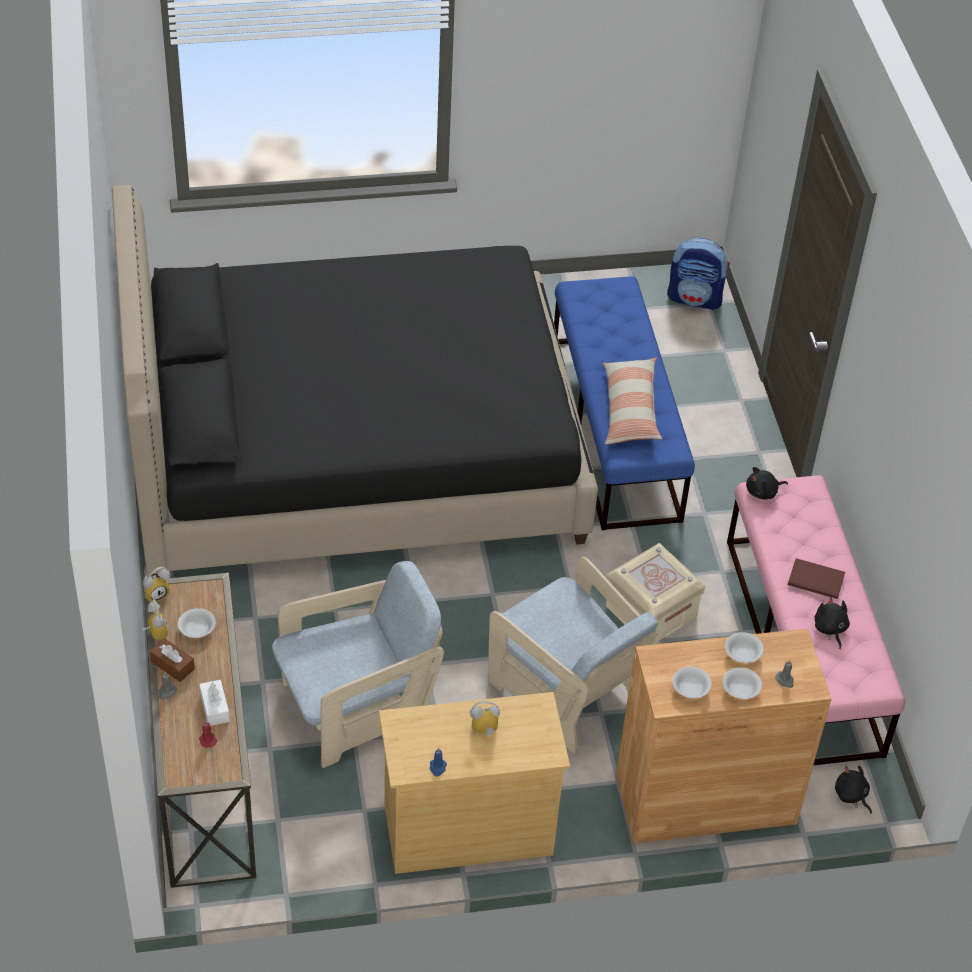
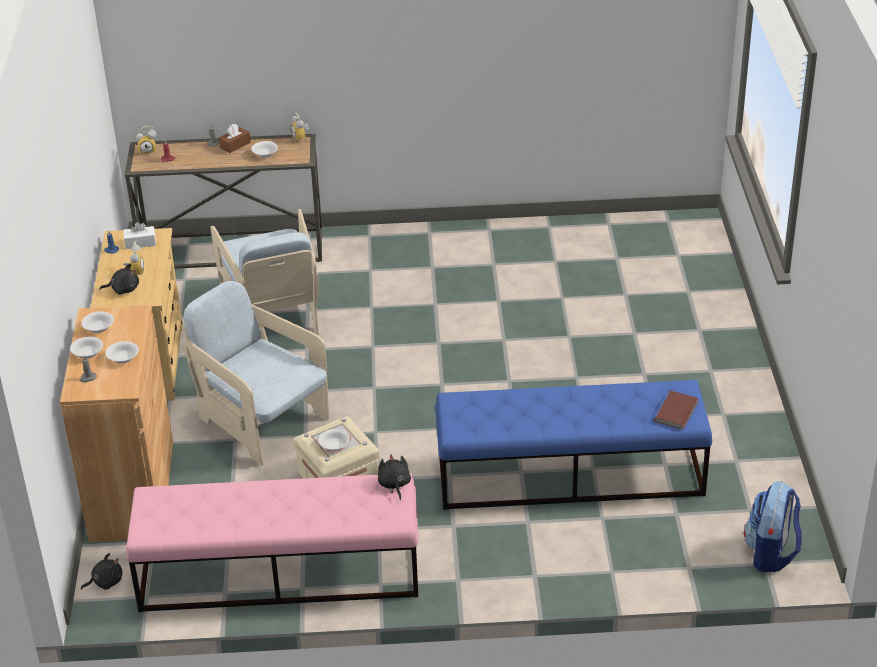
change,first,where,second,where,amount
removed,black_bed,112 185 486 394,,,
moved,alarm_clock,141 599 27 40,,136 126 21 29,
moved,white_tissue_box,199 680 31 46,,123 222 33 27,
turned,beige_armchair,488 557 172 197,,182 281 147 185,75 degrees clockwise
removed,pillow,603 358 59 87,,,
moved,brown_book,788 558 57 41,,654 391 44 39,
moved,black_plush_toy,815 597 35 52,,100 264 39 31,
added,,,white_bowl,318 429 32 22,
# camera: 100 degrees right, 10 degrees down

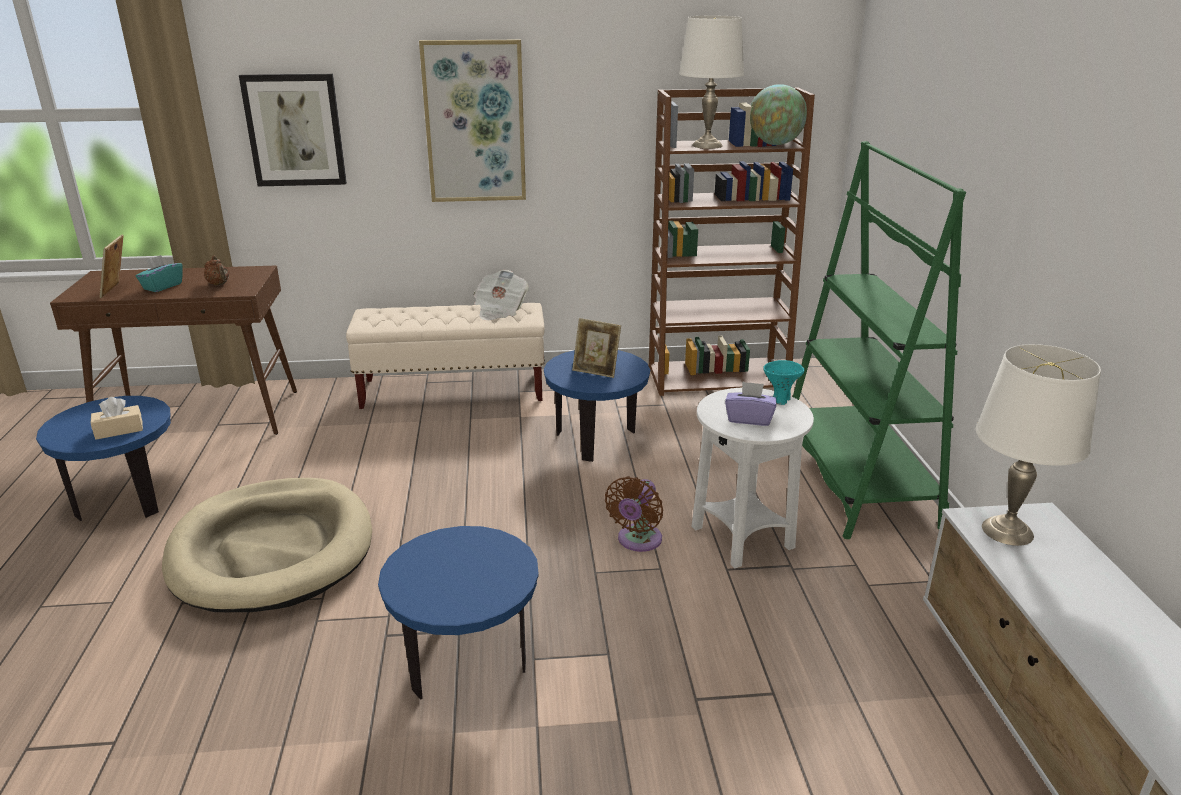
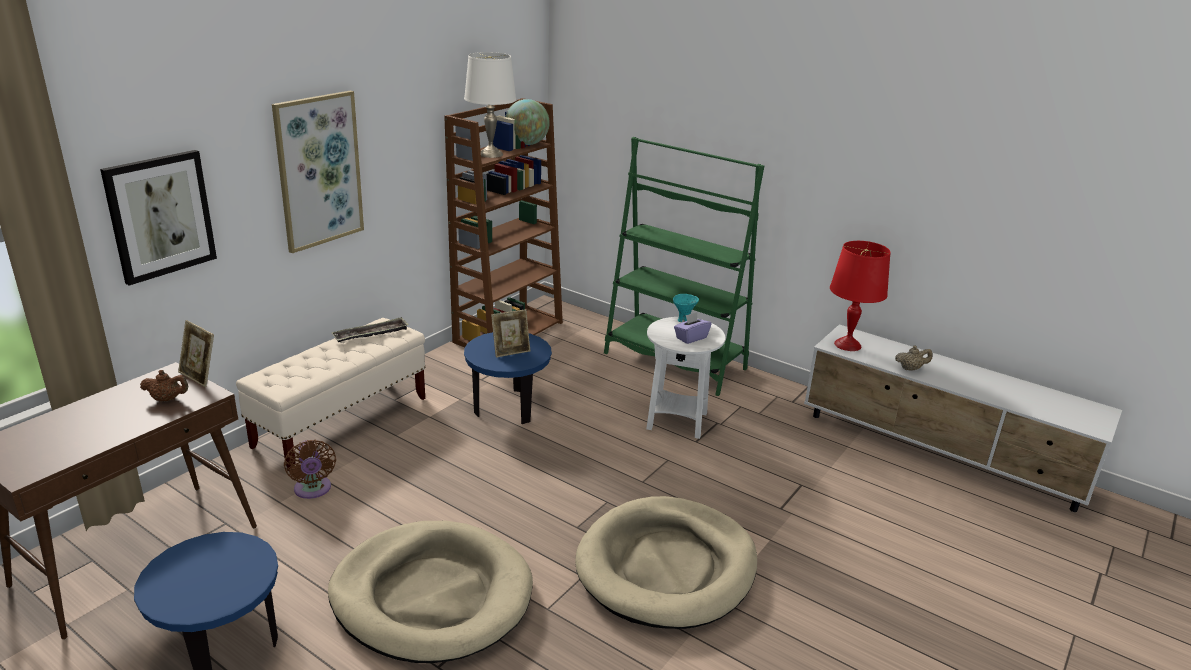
change,first,where,second,where,amount
removed,beige_tissue_box,91 397 52 43,,,
moved,picture_frame,99 235 25 63,,178 320 36 67,
removed,turquoise_tissue_box,136 255 47 37,,,
replaced,blue_side_table,378 526 161 174,beige_dog_bed,575 496 182 133,
replaced,newspaper,474 270 55 50,tray,332 317 77 25,
moved,brown_fan,605 476 58 76,,284 440 52 59,
recoloured,white_table_lamp,976 344 125 202,red_table_lamp,830 241 61 110,
added,,,beige_teapot,895 345 38 26,
# camera: 50 degrees left, 0 degrees up

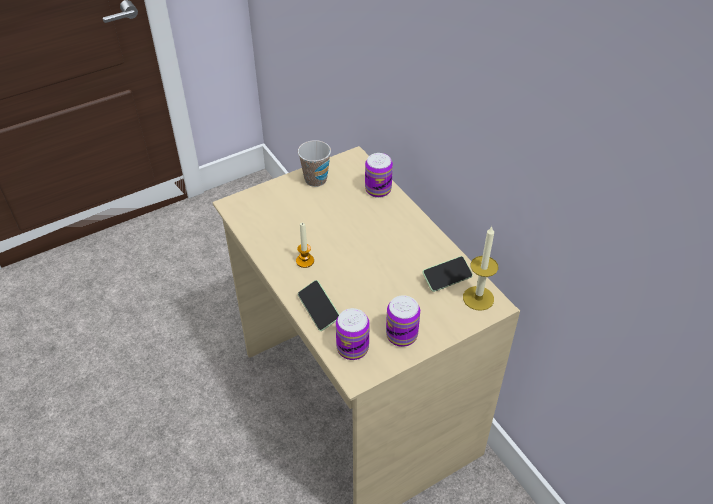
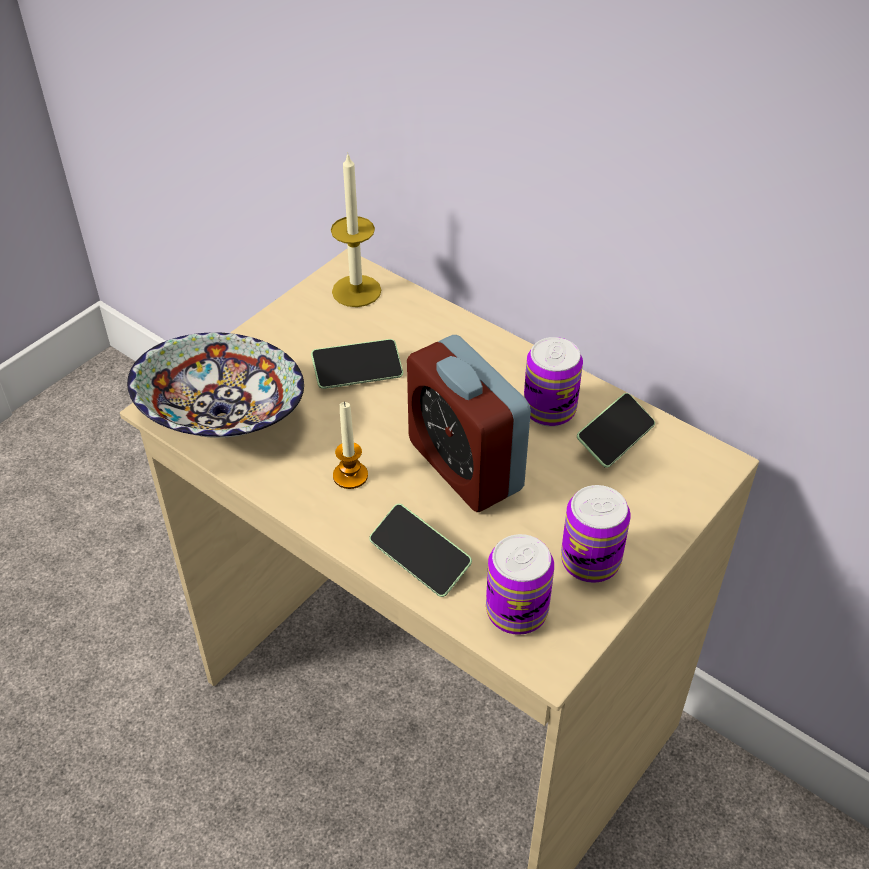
change,first,where,second,where,amount
removed,cup,298 140 33 47,,,
moved,can,365 153 28 45,,524 337 59 90,
moved,candle,463 227 35 84,,331 152 50 155,
added,,,bowl,127 332 177 106,
added,,,phone,311 339 92 50,
added,,,alarm_clock,407 335 124 177,
# camera: 20 degrees left, 0 degrees up

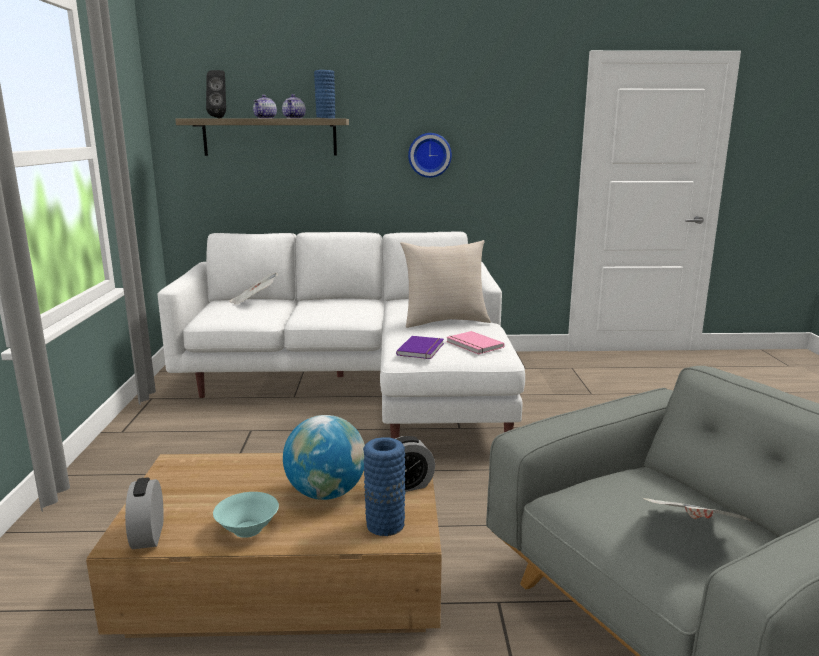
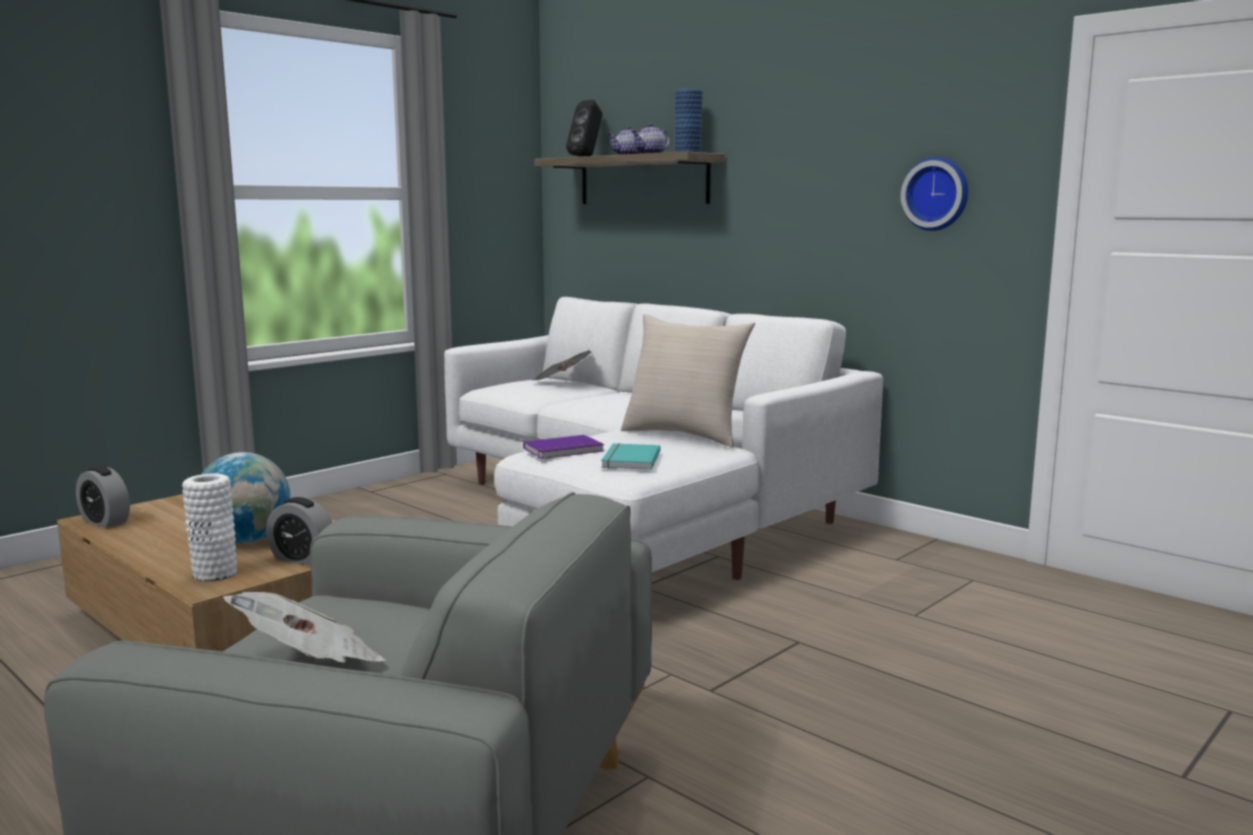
change,first,where,second,where,amount
turned,alarm_clock,125 477 39 72,,76 466 54 62,90 degrees counterclockwise
removed,turquoise_bowl,213 492 66 46,,,
recoloured,blue_vase,363 437 43 99,white_vase,182 474 55 108,
moved,wall_clock,408 133 44 45,,901 157 67 74,
recoloured,pink_book,446 331 58 24,turquoise_book,601 443 60 27,
# camera: 45 degrees right, 5 degrees down

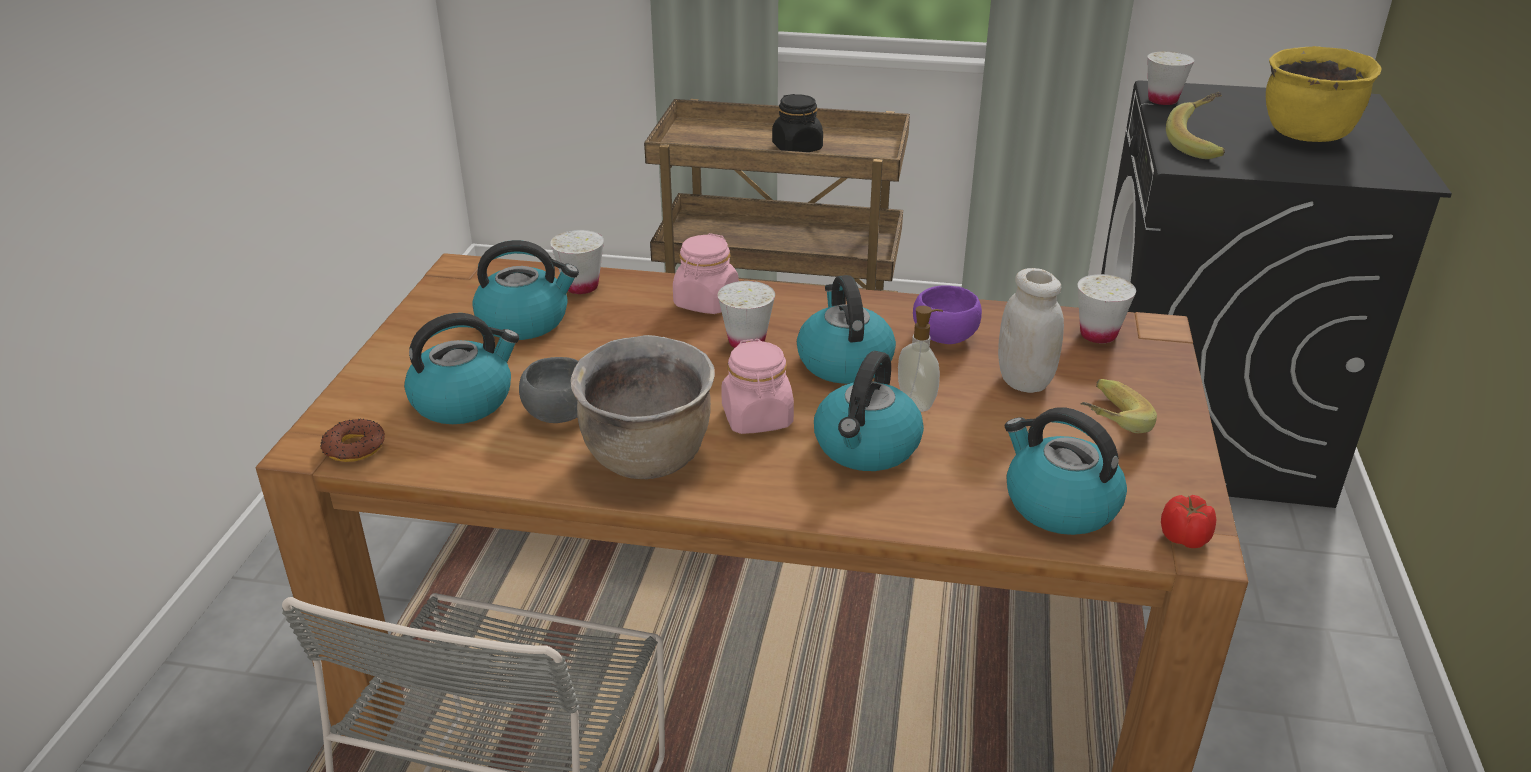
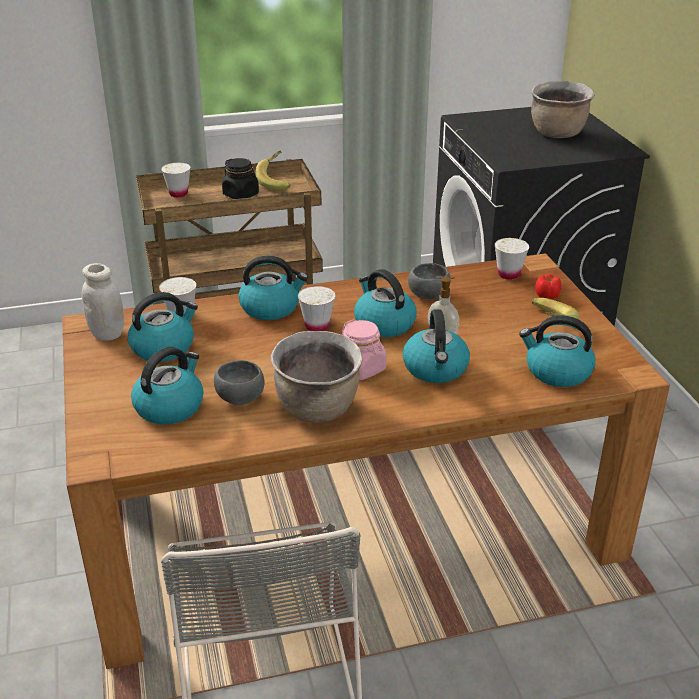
change,first,where,second,where,amount
removed,donut,320 419 65 43,,,
replaced,pink_jar,673 233 66 81,kettle,238 256 70 64,
recoloured,purple_bowl,913 285 69 59,grey_bowl,408 263 42 37,
moved,white_jar,998 268 66 125,,82 263 42 77,
moved,white_cup,1147 51 47 54,,161 163 30 34,
moved,tomato,1161 495 56 53,,535 274 27 25,
moved,banana,1166 92 59 67,,255 151 36 40,
recoloured,yellow_cooking_pot,1266 46 115 96,brown_cooking_pot,531 81 64 57,
# camera: 25 degrees left, 0 degrees up

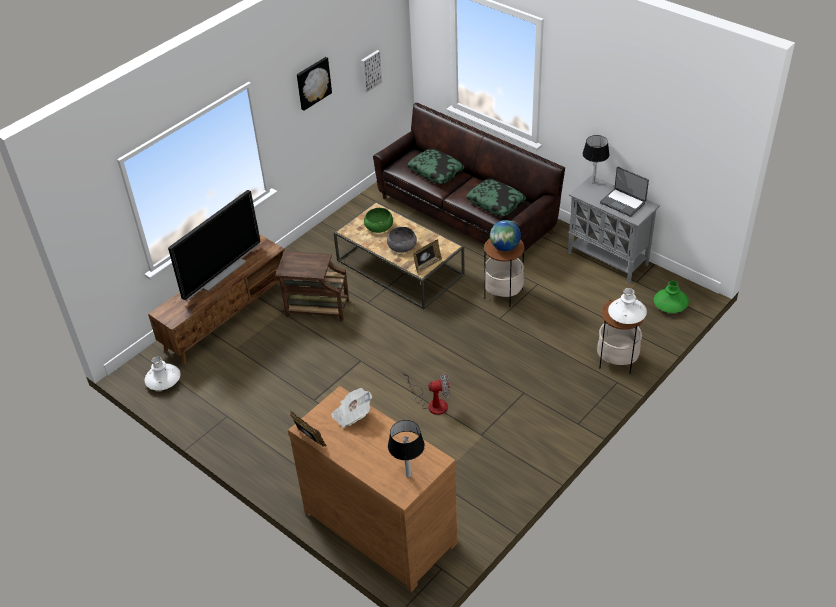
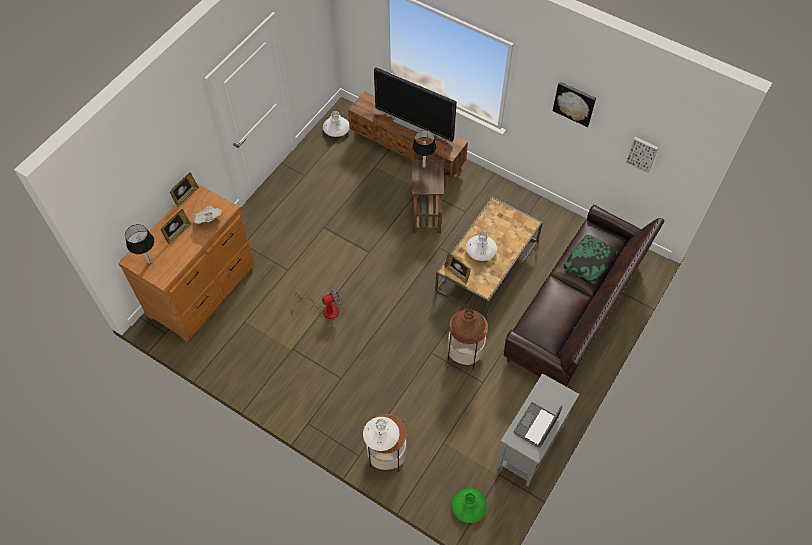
change,first,where,second,where,amount
removed,green_bowl,364 208 29 25,,,
replaced,grey_bowl,387 227 30 26,white_vase,466 232 31 29,
turned,fan,403 370 47 45,,294 287 48 32,105 degrees counterclockwise
removed,pillow,466 179 60 38,,,
replaced,globe,490 220 31 31,brown_vase,451 309 34 30,
moved,table_lamp,583 135 26 49,,413 130 23 38,
added,,,picture_frame,160 209 31 36,
# camera: 80 degrees right, 15 degrees up

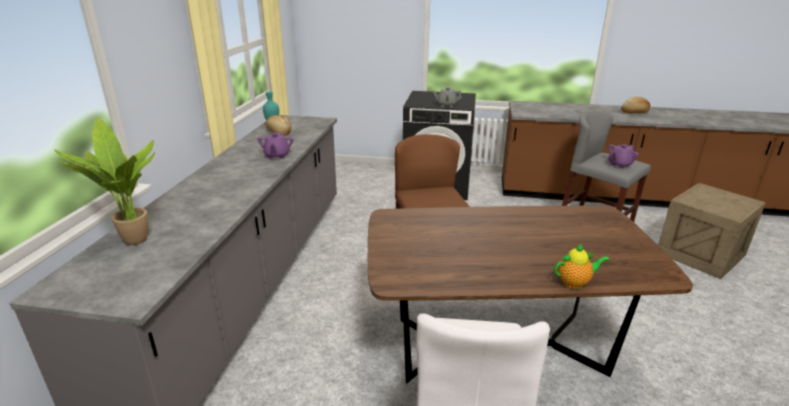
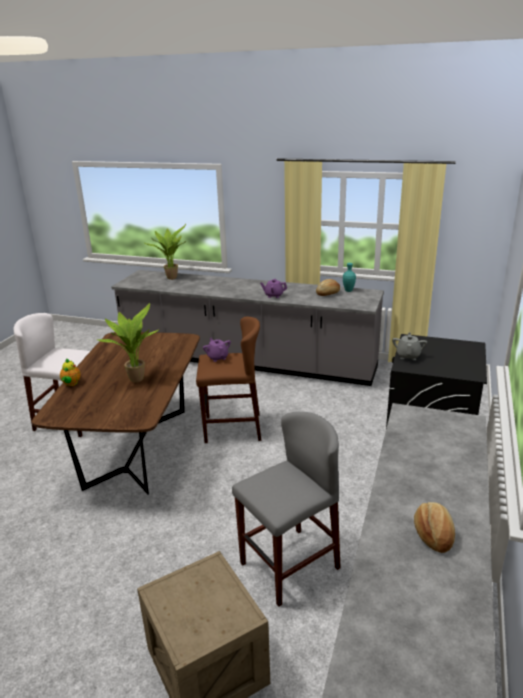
change,first,where,second,where,amount
moved,purple_teapot,608 144 31 25,,203 338 28 24,
added,,,potted_plant,96 303 62 80,
# camera: 100 degrees right, 0 degrees up

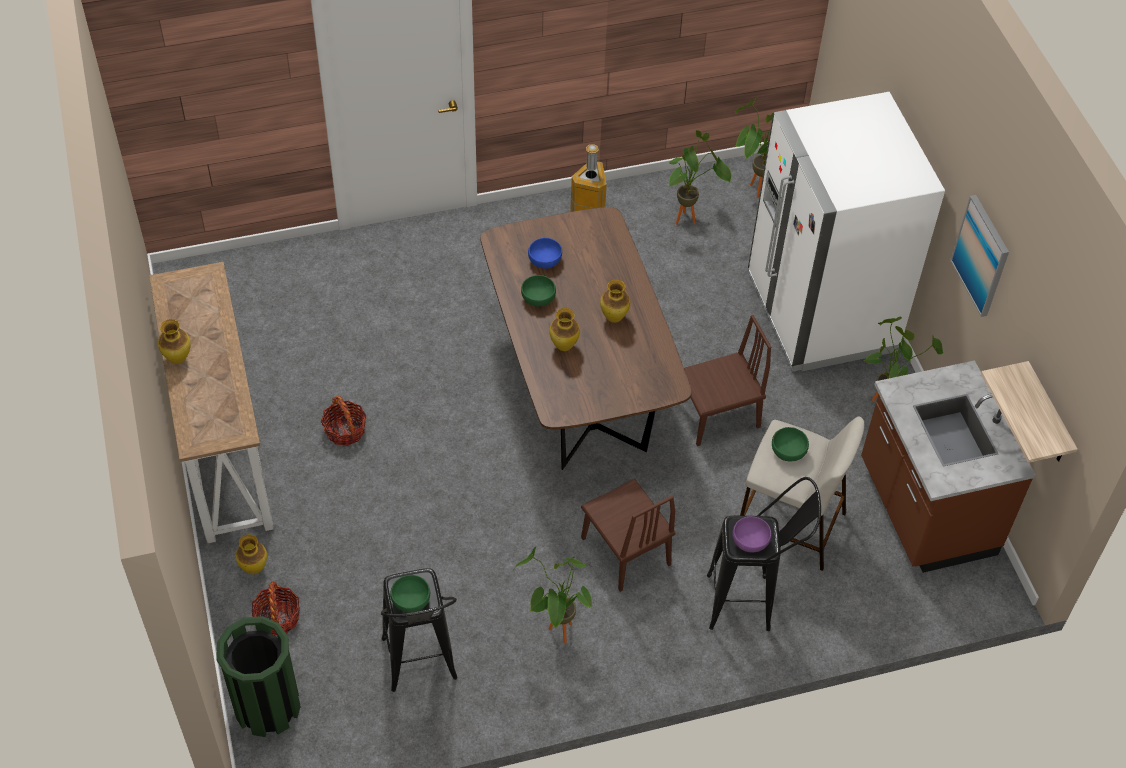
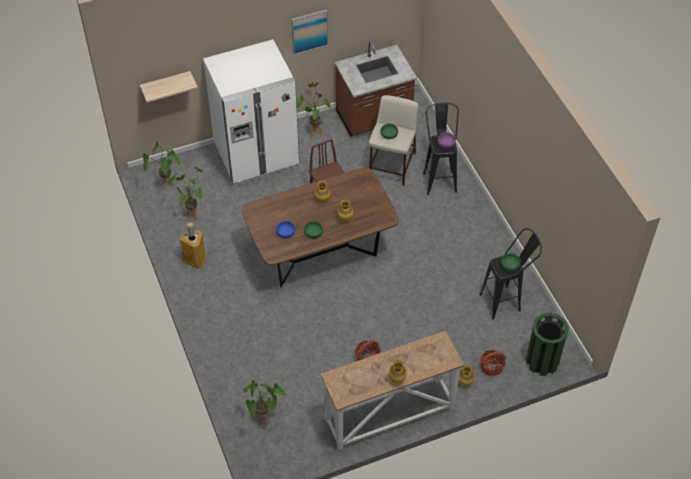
change,first,where,second,where,amount
moved,potted_plant,514 547 78 97,,243 380 43 45,
removed,brown_chair,581 479 95 113,,,
moved,shelf,981 361 97 102,,140 71 58 31,
# camera: 95 degrees left, 0 degrees up

